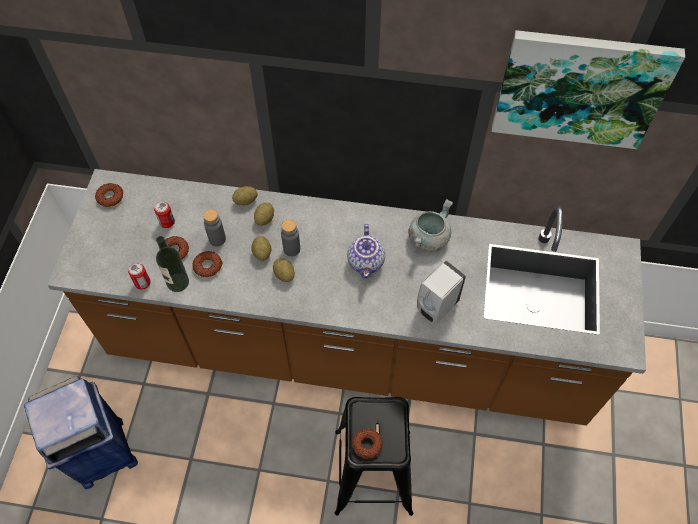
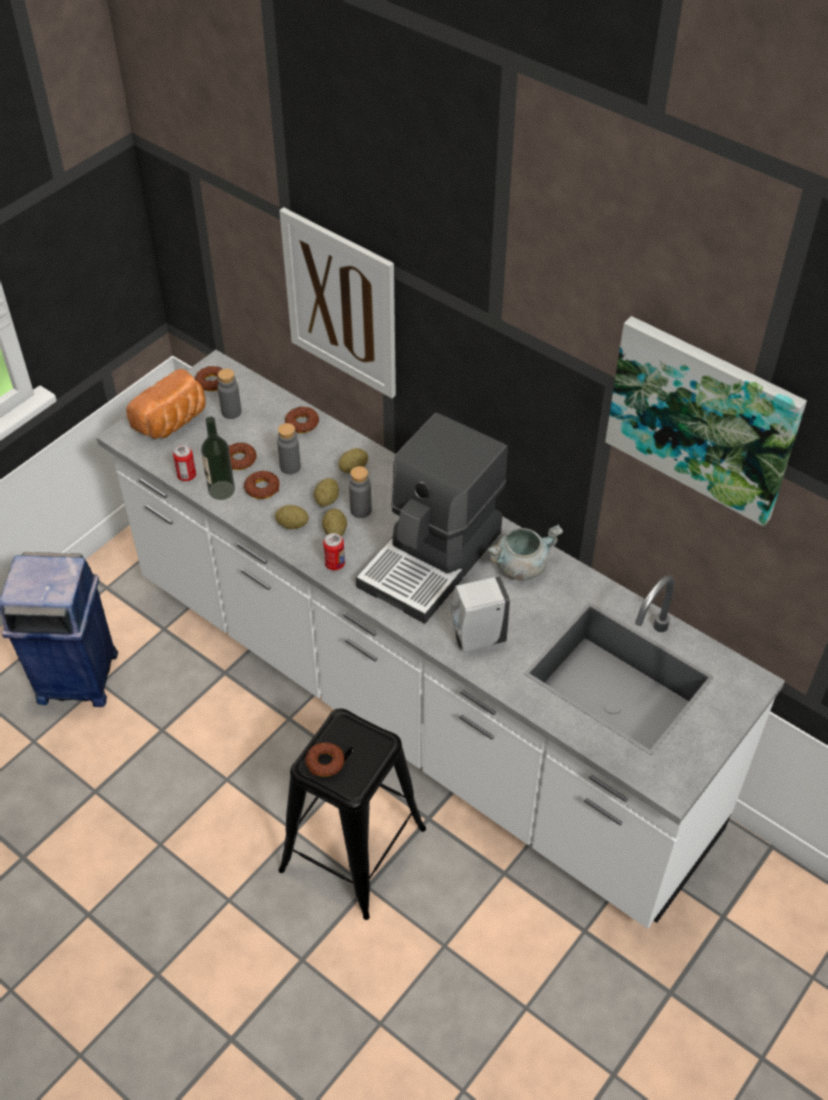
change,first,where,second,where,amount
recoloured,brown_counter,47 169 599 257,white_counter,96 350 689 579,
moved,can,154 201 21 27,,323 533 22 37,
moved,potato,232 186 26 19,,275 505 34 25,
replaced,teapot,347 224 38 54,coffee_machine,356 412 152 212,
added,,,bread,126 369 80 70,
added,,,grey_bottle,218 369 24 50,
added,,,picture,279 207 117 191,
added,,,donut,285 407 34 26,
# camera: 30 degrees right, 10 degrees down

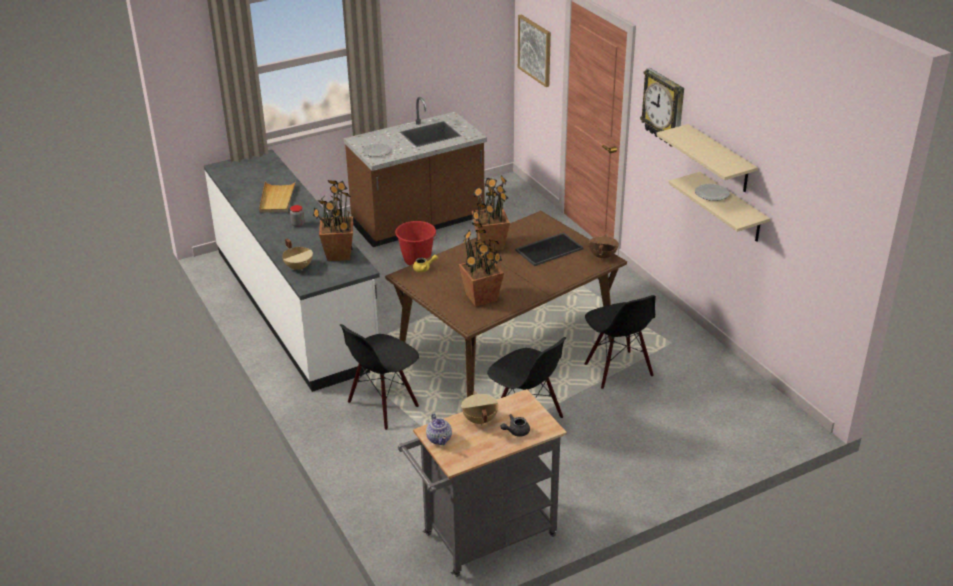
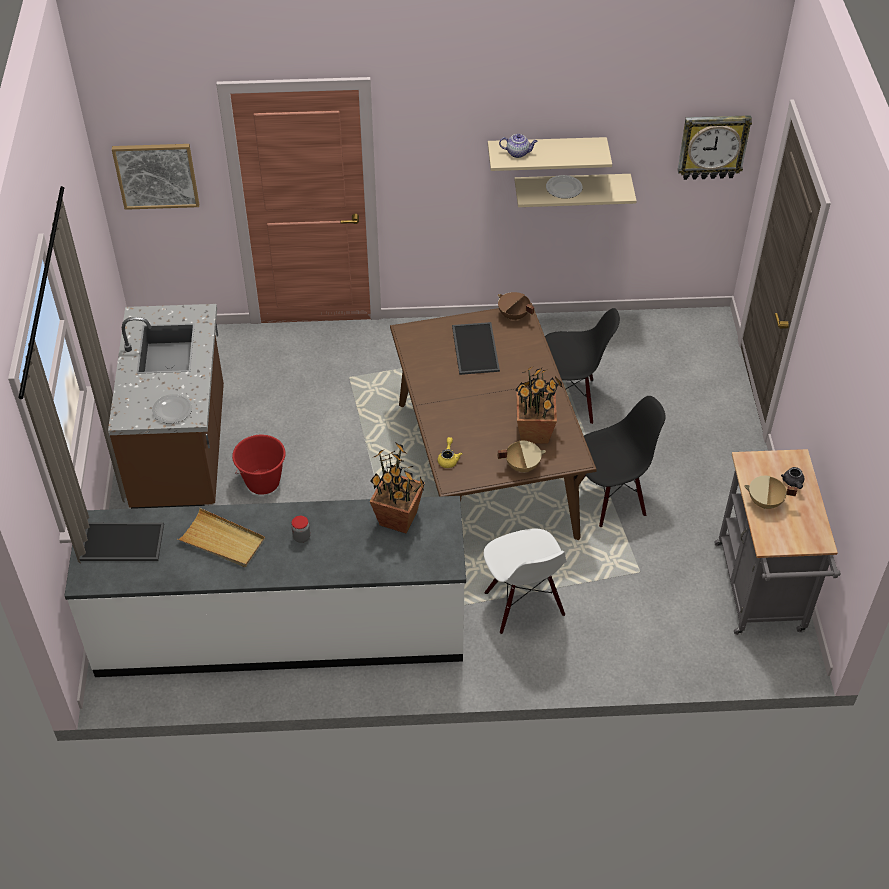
change,first,where,second,where,amount
moved,beige_cooking_pot,282 238 31 33,,498 441 48 32,
recoloured,black_chair,340 324 79 106,white_chair,484 529 83 105,
moved,teapot,426 413 26 32,,499 134 38 24,
removed,potted_plant,472 175 38 76,,,
moved,wall_clock,640 68 44 79,,677 115 75 65,
added,,,tray,80 523 84 38,
# camera: 65 degrees left, 15 degrees up

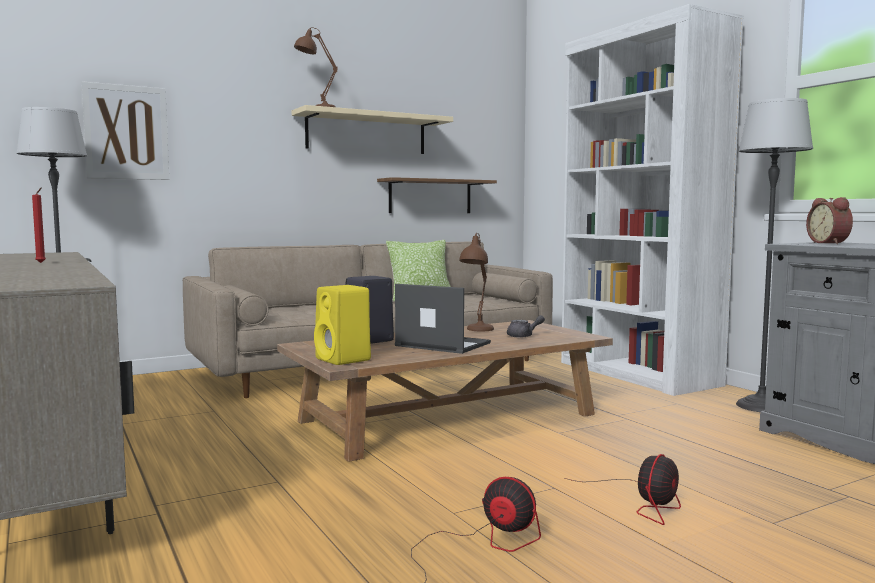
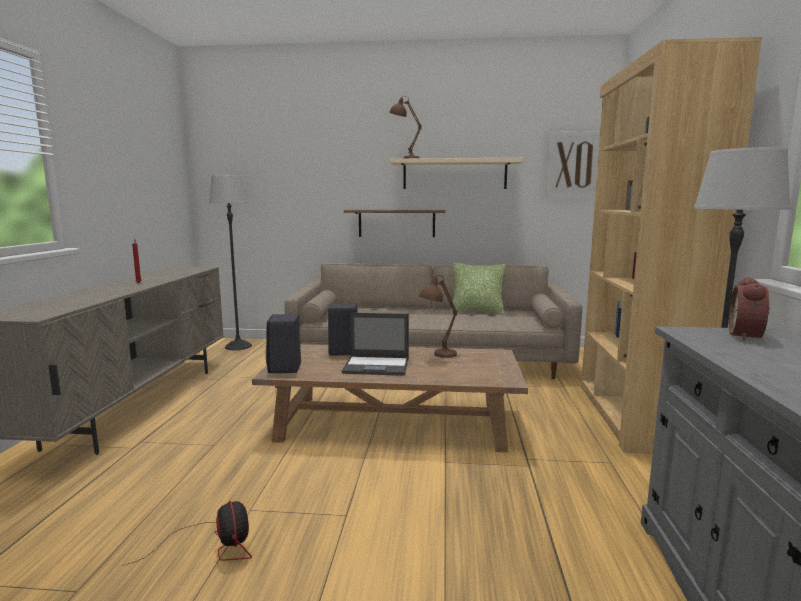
change,first,where,second,where,amount
moved,picture,81 81 88 99,,545 131 55 67,
recoloured,yellow_speaker,314 285 57 80,black_speaker,266 314 35 59,
moved,shelf,377 177 120 36,,344 210 102 27,
turned,laptop,395 284 96 70,,342 313 67 63,120 degrees clockwise
removed,grey_teapot,507 315 38 23,,,
recoloured,white_bookcase,561 4 182 392,brown_bookcase,581 37 181 417,
removed,fan,564 454 117 71,,,
# camera: 35 degrees right, 5 degrees up

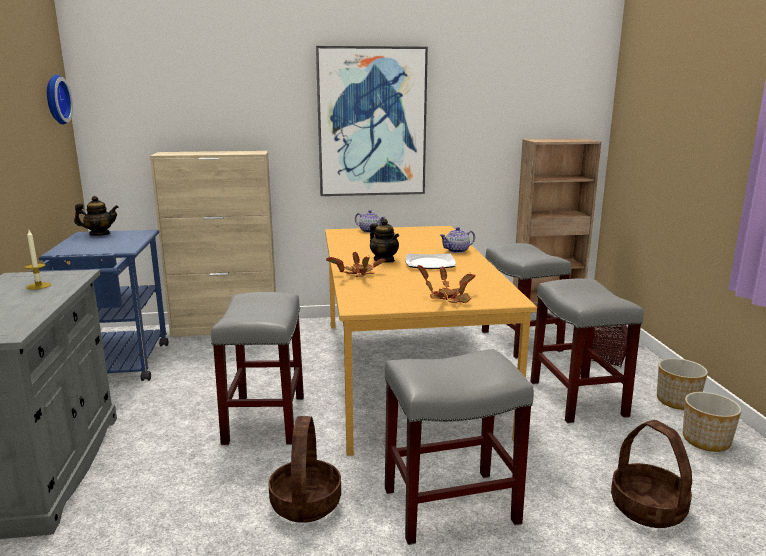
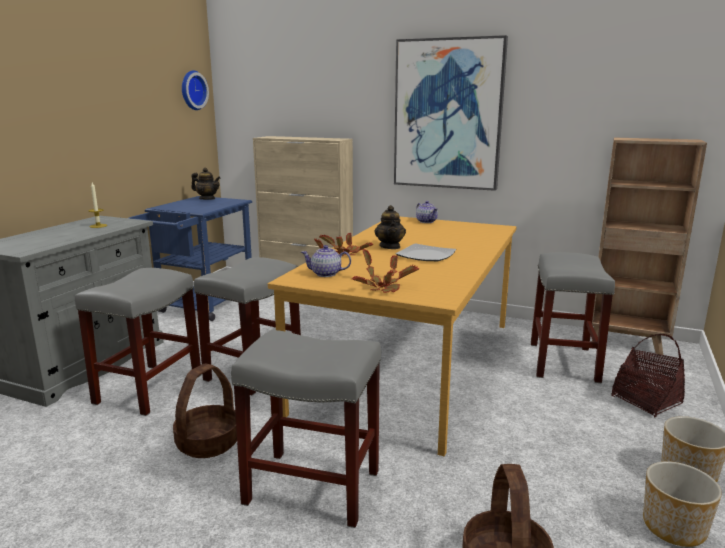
change,first,where,second,where,amount
moved,teapot,440 227 35 26,,301 245 50 32,
moved,grey_stool,530 279 114 145,,75 268 127 148,
# camera: 30 degrees right, 0 degrees up

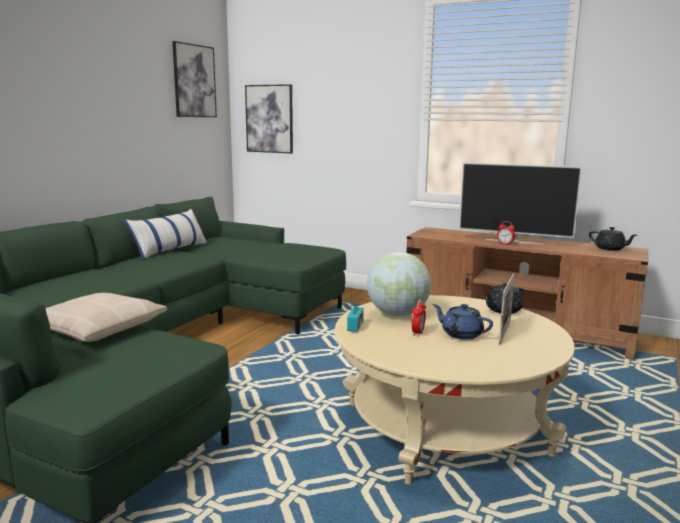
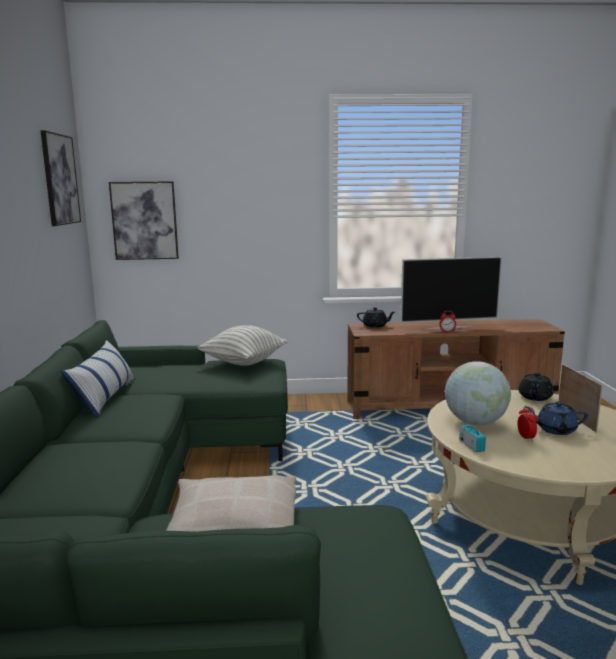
change,first,where,second,where,amount
moved,black_teapot,589 227 48 24,,357 307 38 21,
added,,,pillow,197 325 90 41,
# camera: 30 degrees left, 0 degrees up

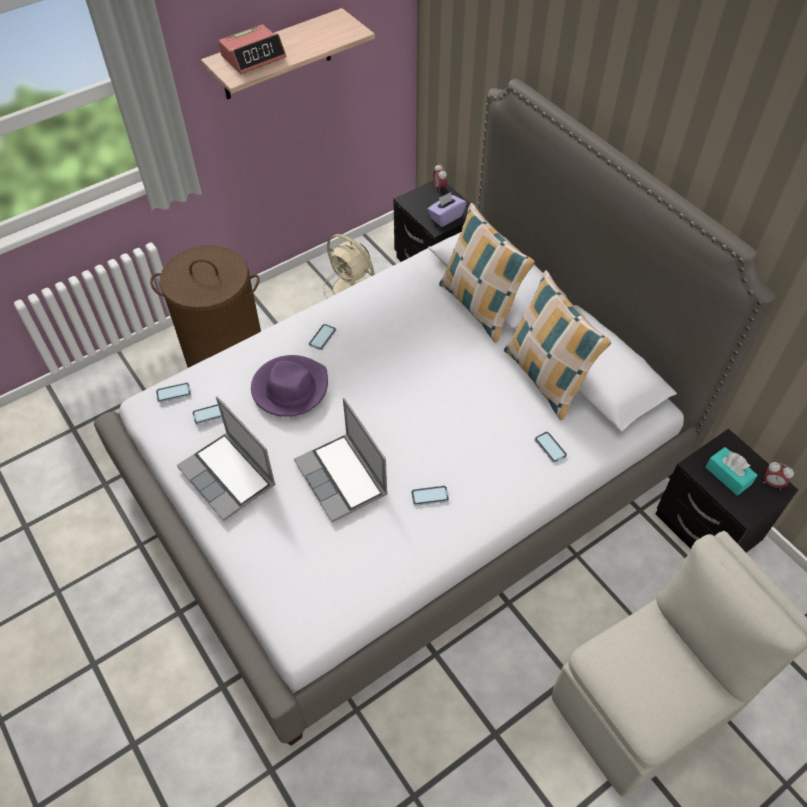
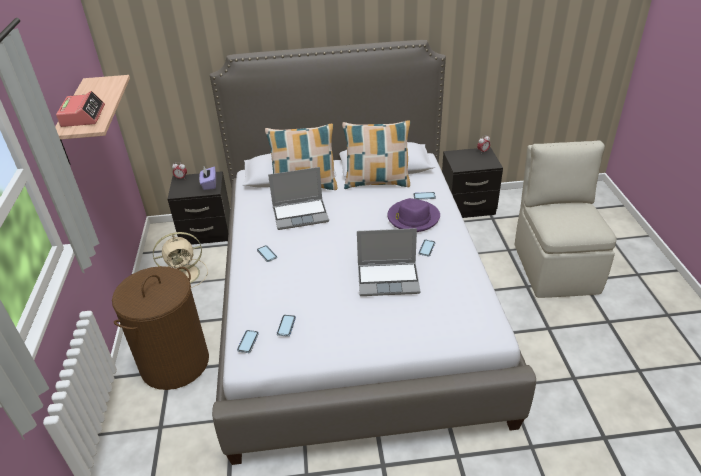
change,first,where,second,where,amount
moved,laptop,177 396 99 125,,268 167 61 63,
moved,purple_hat,251 355 77 62,,387 198 53 34,
removed,turquoise_tissue_box,706 447 52 49,,,
# camera: 60 degrees left, 15 degrees down

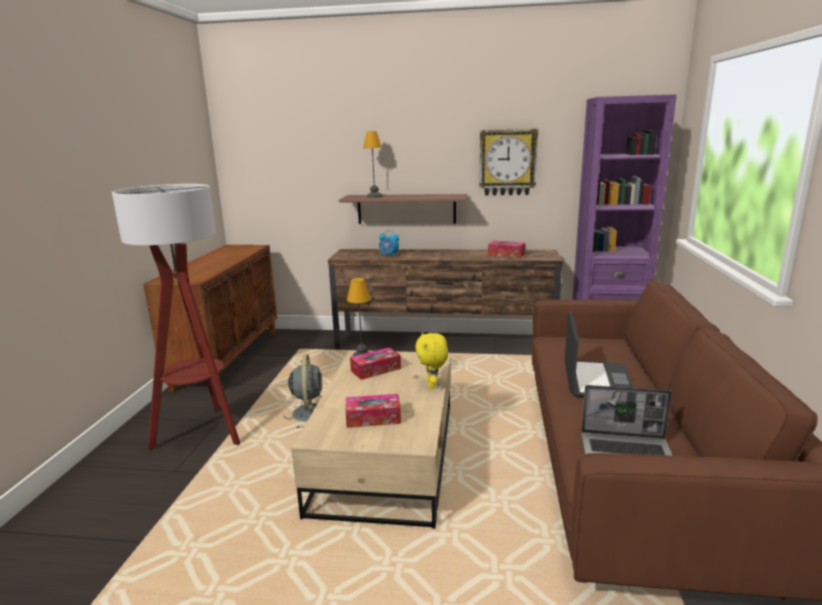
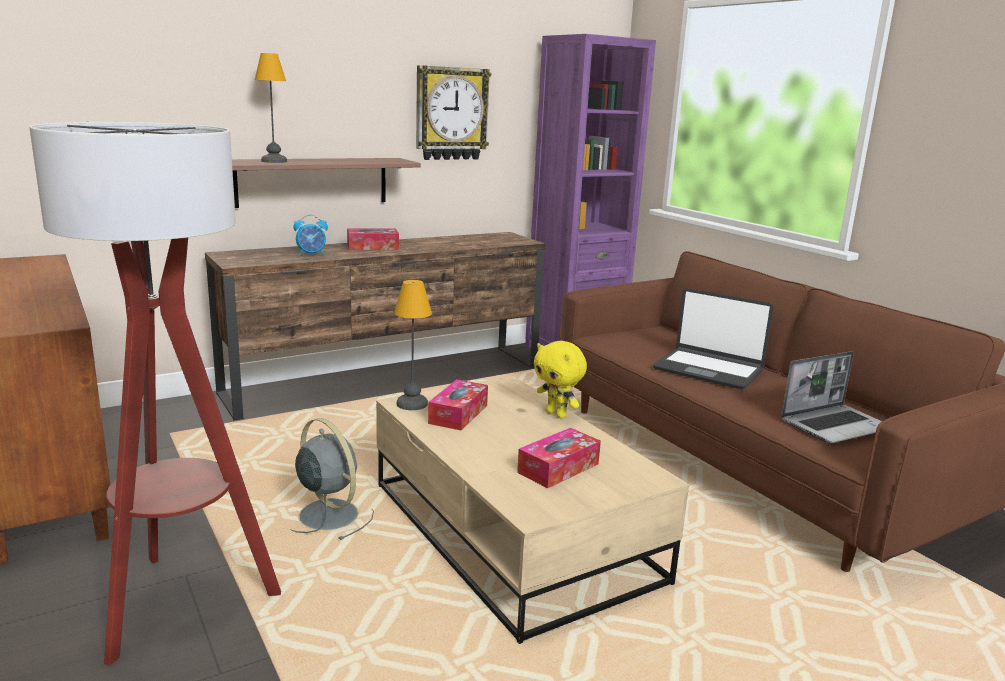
change,first,where,second,where,amount
moved,tissue_box,488 241 37 17,,347 229 52 21,
turned,laptop,565 311 69 86,,653 288 120 101,150 degrees clockwise
# camera: 40 degrees left, 0 degrees up

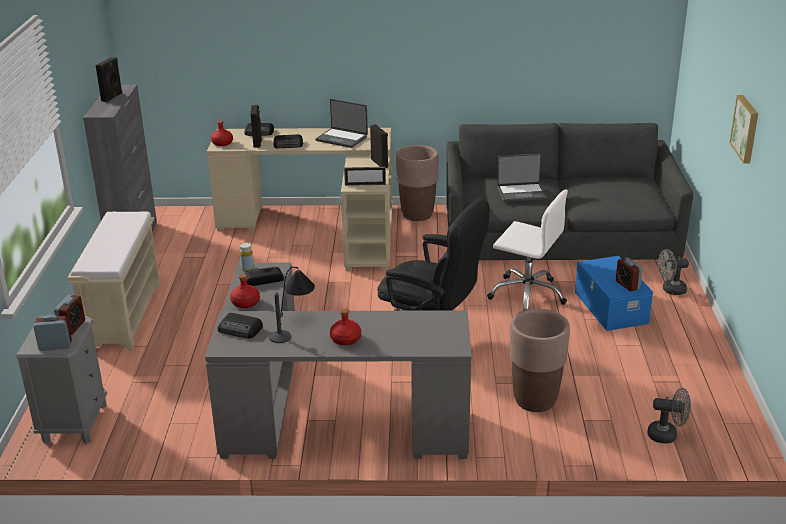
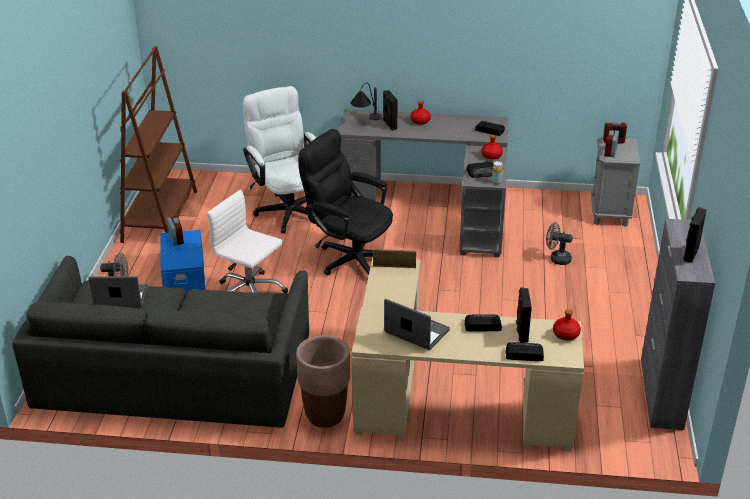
change,first,where,second,where,amount
removed,beige_bench,68 212 92 138,,,
moved,table_lamp,269 266 46 77,,351 83 32 37,
moved,black_speaker,370 124 18 44,,383 90 15 41,
moved,laptop,497 154 50 48,,88 276 60 31,
replaced,brown_planter,510 309 60 103,white_office_chair,243 86 73 147,
moved,grey_fan,647 388 44 55,,546 222 27 43,
removed,picture,729 95 29 69,,,
added,,,brown_bookcase,120 46 77 197,
# camera: 175 degrees left, 5 degrees up

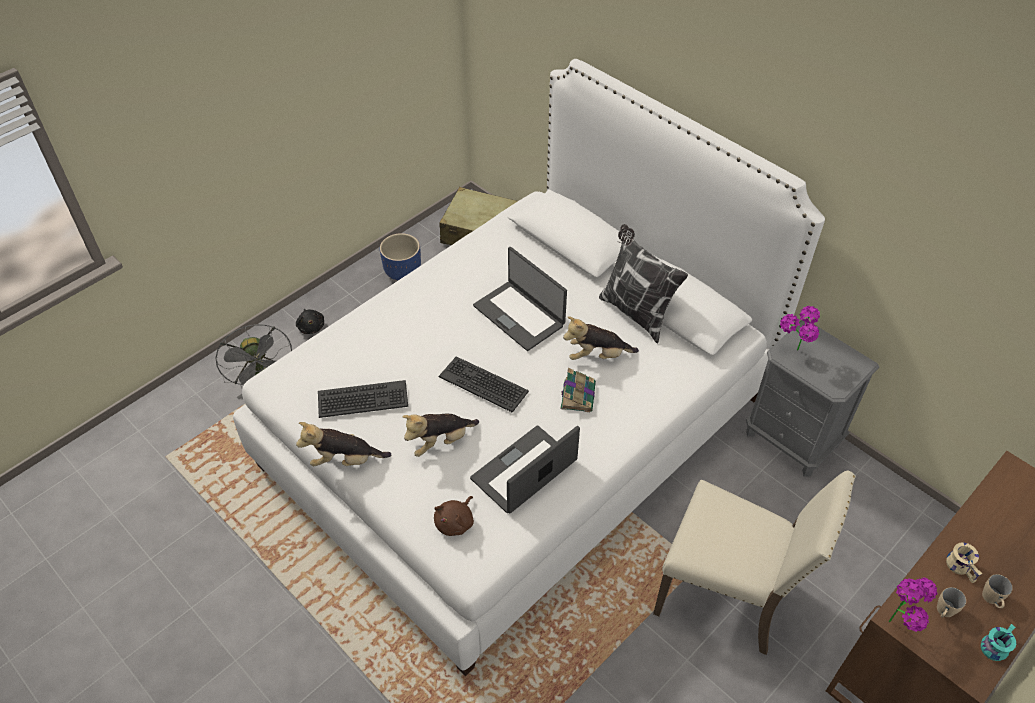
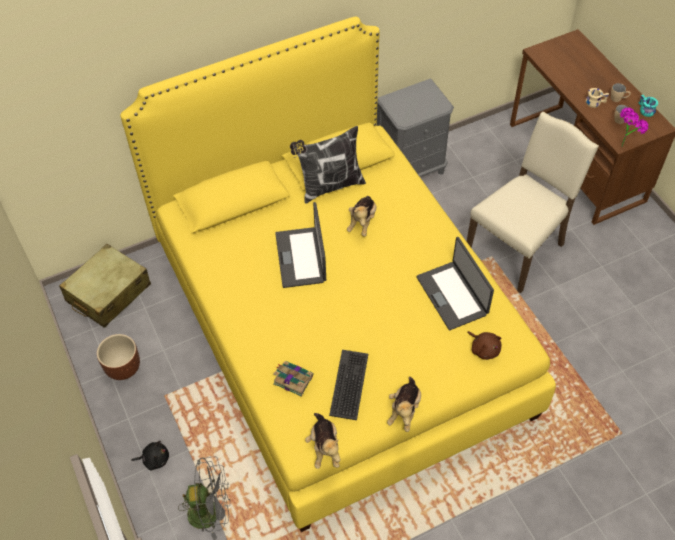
change,first,where,second,where,amount
recoloured,white_bed,233 59 592 617,yellow_bed,120 17 436 515,
recoloured,blue_planter,380 233 41 47,brown_planter,97 334 43 46,
moved,plush_toy,402 414 77 43,,305 413 35 56,
removed,keyboard,439 356 90 57,,,
turned,laptop,473 247 94 104,,275 202 51 86,105 degrees clockwise
moved,book,561 368 35 44,,273 361 40 35,
removed,potted_plant,780 306 40 45,,,
# camera: 70 degrees left, 5 degrees up

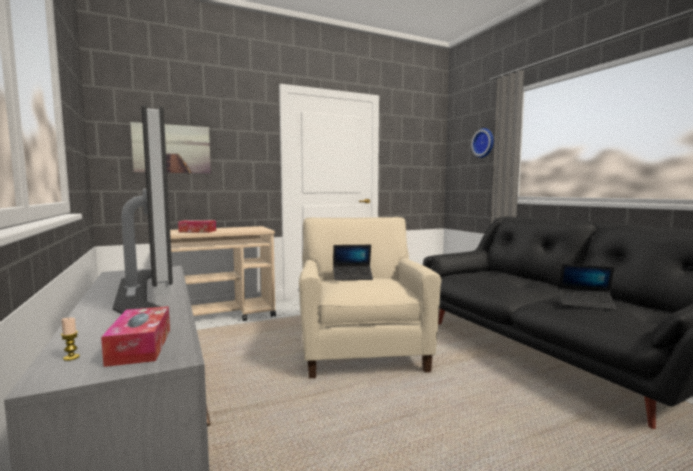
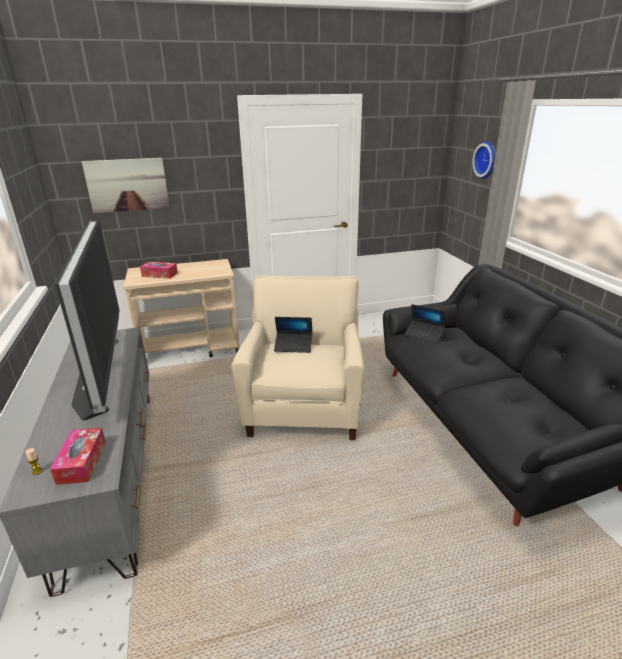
change,first,where,second,where,amount
moved,laptop,559 264 57 46,,404 304 41 39,
# camera: 10 degrees right, 20 degrees up

